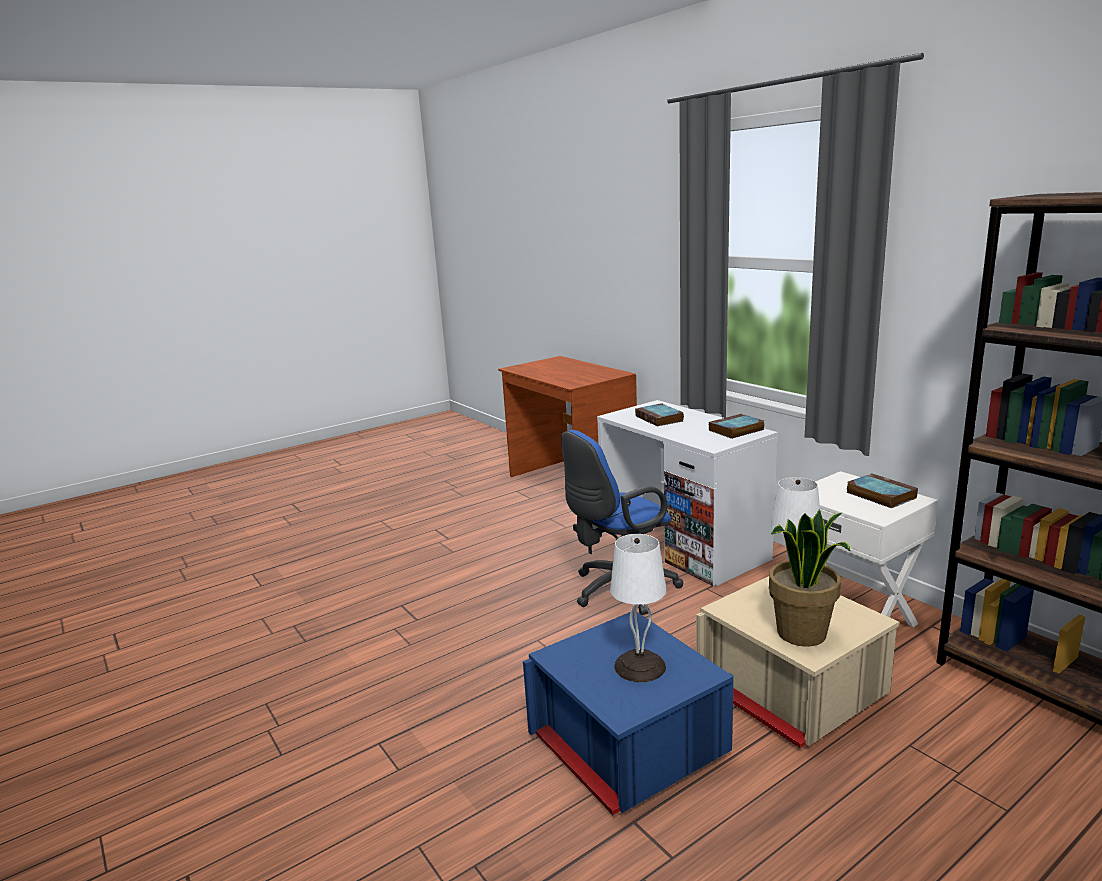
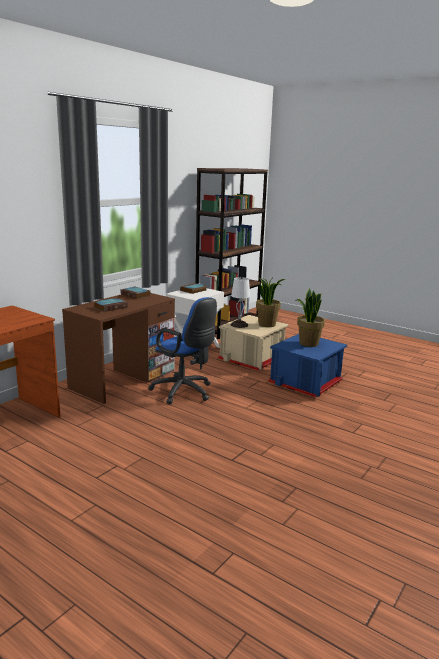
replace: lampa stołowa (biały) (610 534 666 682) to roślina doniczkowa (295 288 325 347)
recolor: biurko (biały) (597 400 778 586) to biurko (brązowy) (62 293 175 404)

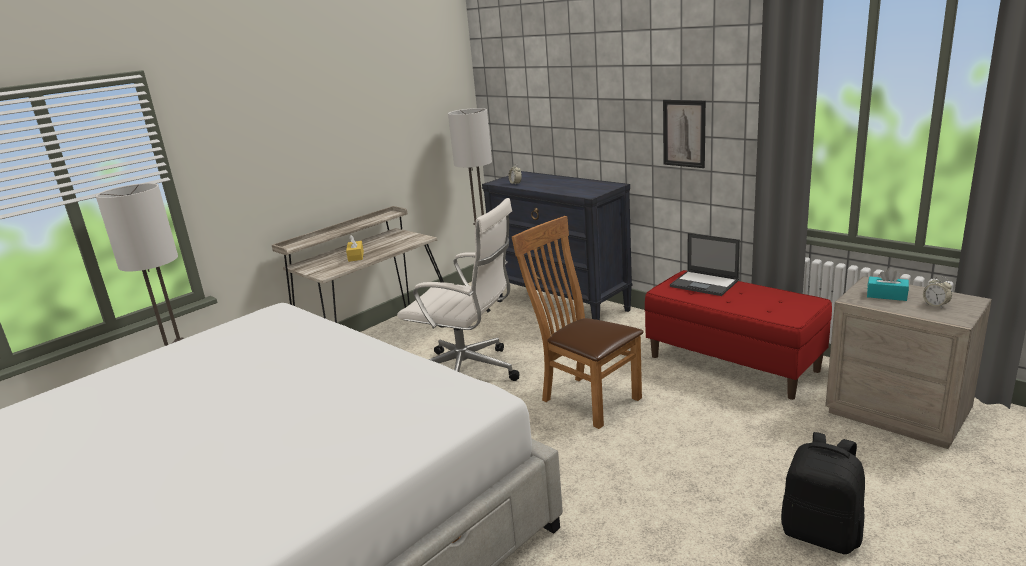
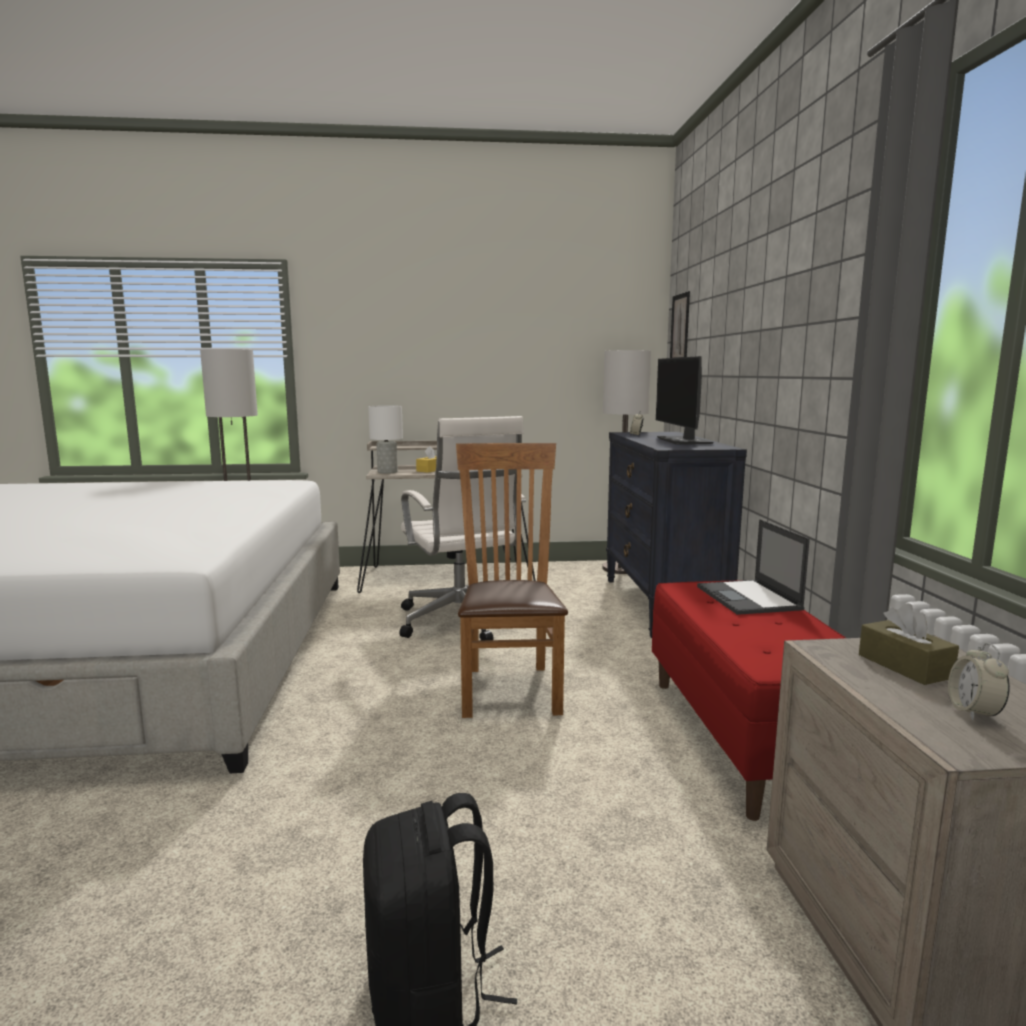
insert: lampa stołowa (biały) (368 405 403 474); monitor (656 356 713 445)
move: obraz (663 100 706 168) to (670 291 690 358)
recolor: pudełko chusteczek (turkusowy) (867 268 909 301) to pudełko chusteczek (brązowy) (859 604 959 685)

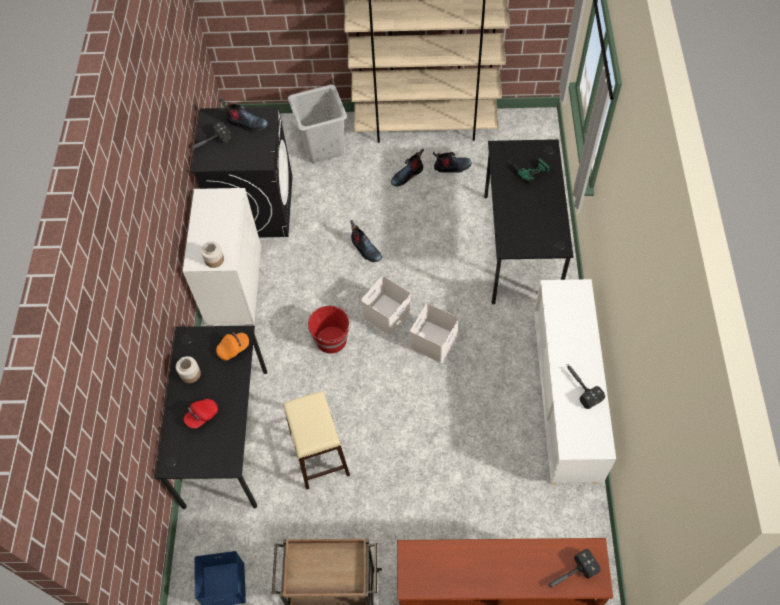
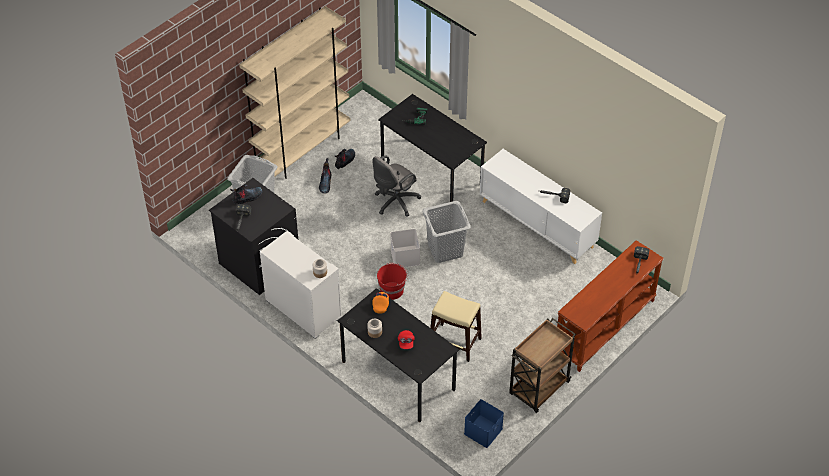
delete: but z cholewką (350 220 382 262)
insert: krzesło biurowe (szary) (372 155 421 217)
replace: pojemnik do przechowywania (biały) (410 303 459 363) to kosz na pranie (szary) (422 201 471 263)

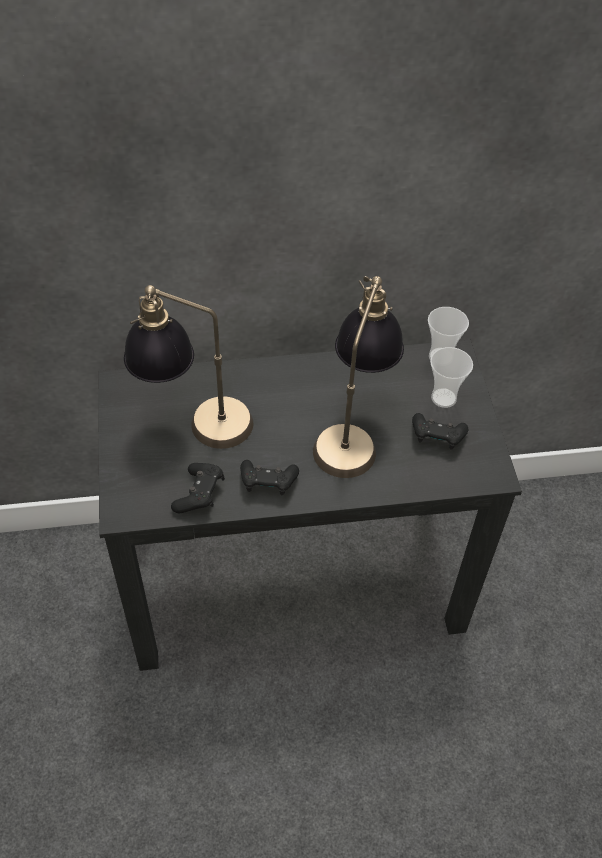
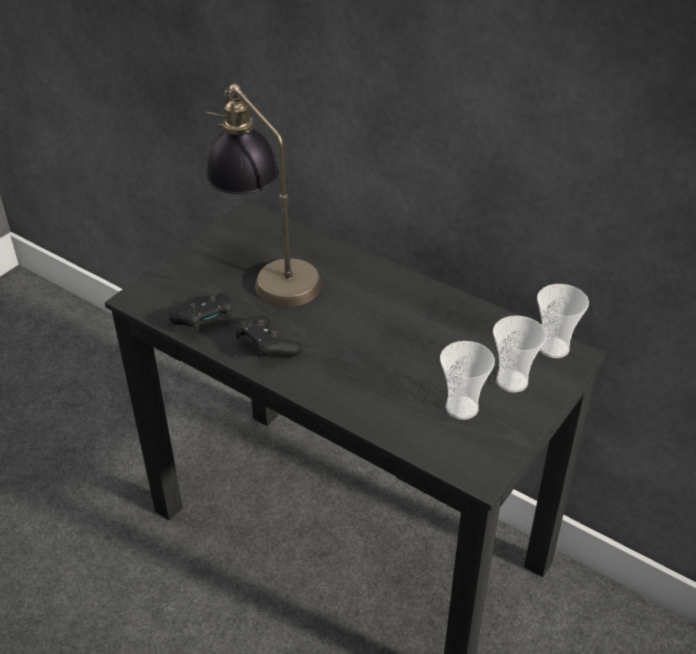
delete: lampa stołowa (313 276 404 478)
replace: pad do gier (czarny) (412 413 469 450) to filiżanka (440 341 495 420)

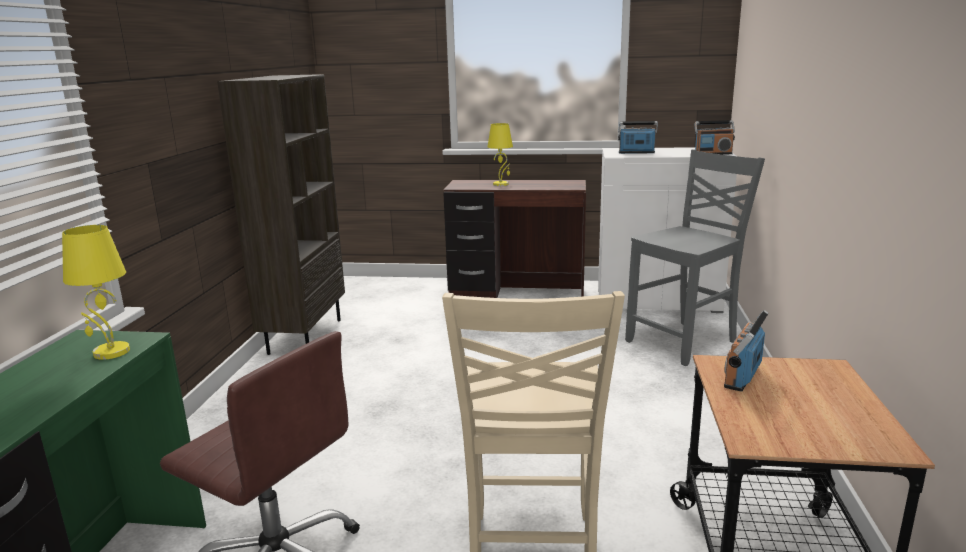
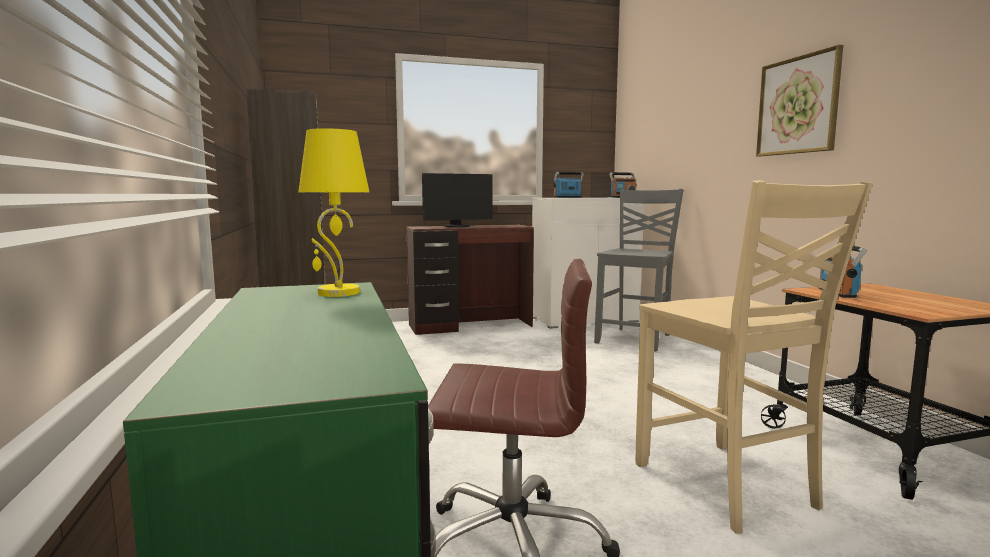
insert: obraz (756 45 843 157)
replace: lampa stołowa (żółty) (488 123 513 186) to monitor (422 173 492 227)

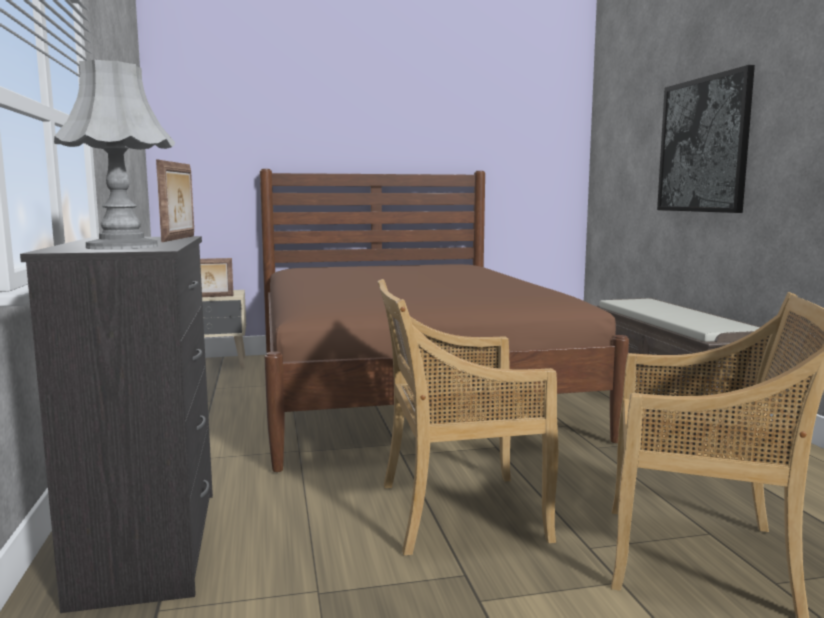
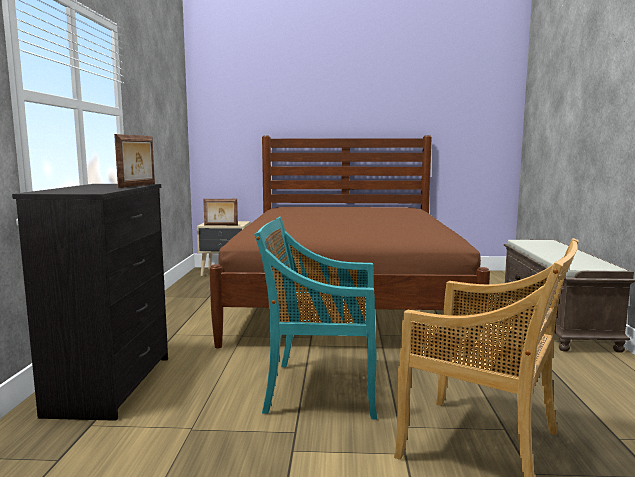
delete: lampa stołowa (szary) (54 59 175 250); obraz (657 65 755 213)
recolor: krzesło (beżowy) (377 279 558 555) to krzesło (turkusowy) (254 217 377 420)

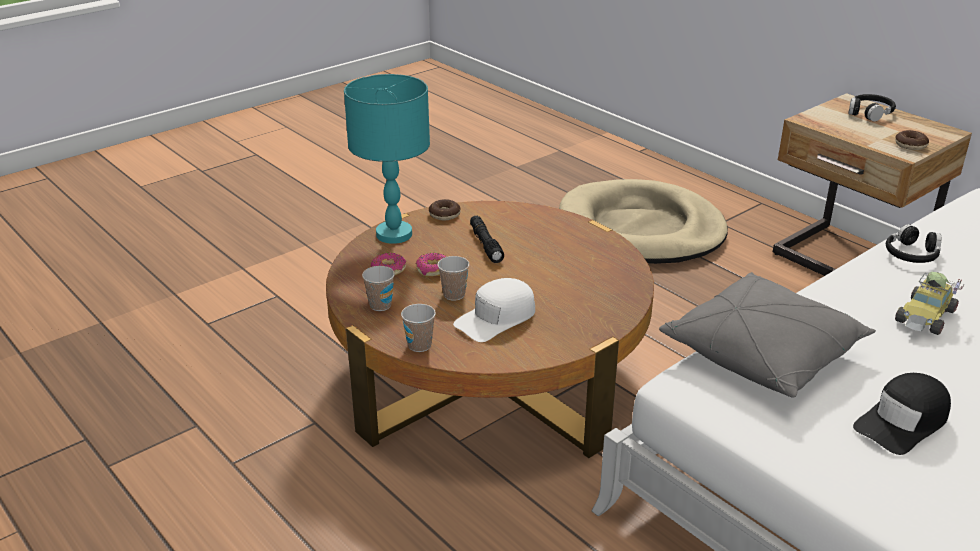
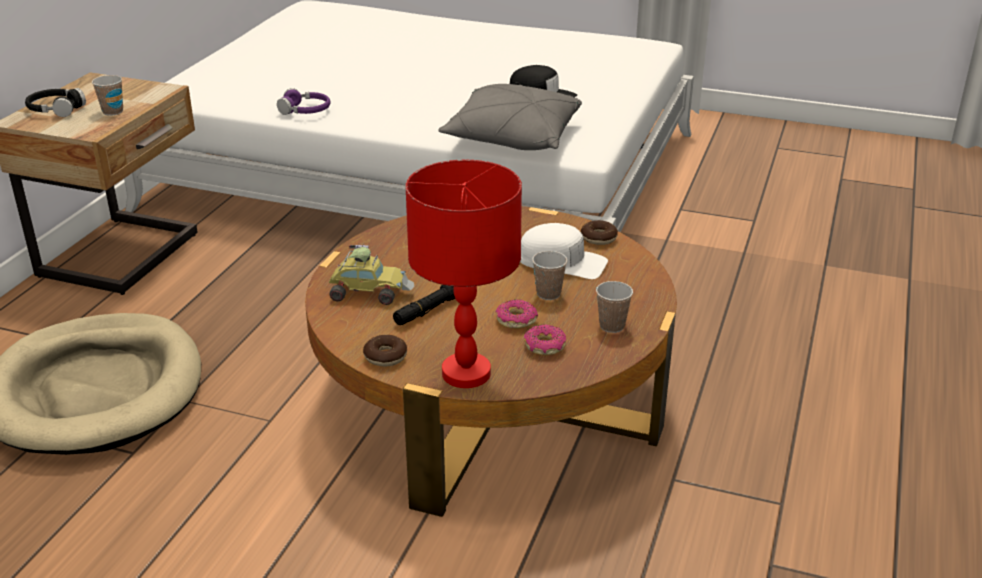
move: filiżanka (401 304 436 352) to (92 75 123 116); donut (895 130 929 150) to (581 220 618 245); samochodzik (895 272 964 335) to (329 243 414 305)
recolor: lampa stołowa (turkusowy) (344 74 430 244) to lampa stołowa (czerwony) (405 160 522 388); słuchawki (czarny) (886 224 941 263) to słuchawki (fioletowy) (277 88 330 115)

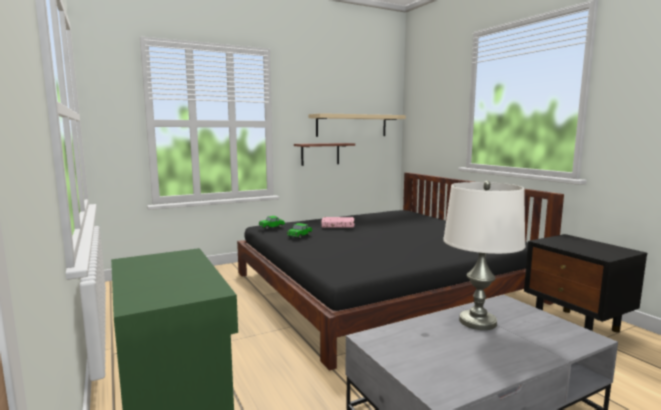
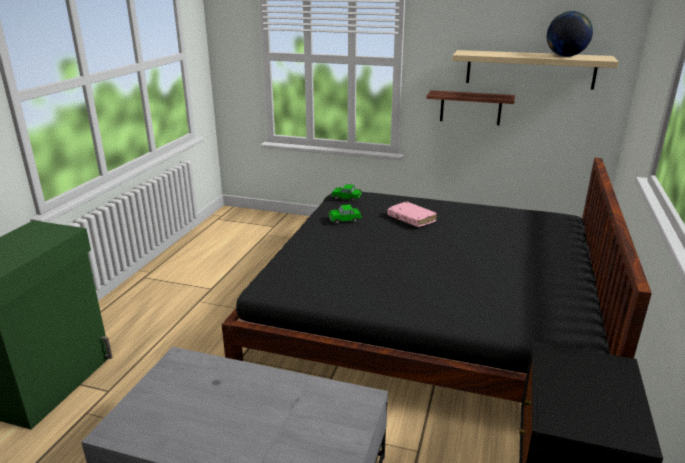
delete: lampa stołowa (biały) (443 181 525 330)
insert: globus (547 11 593 57)

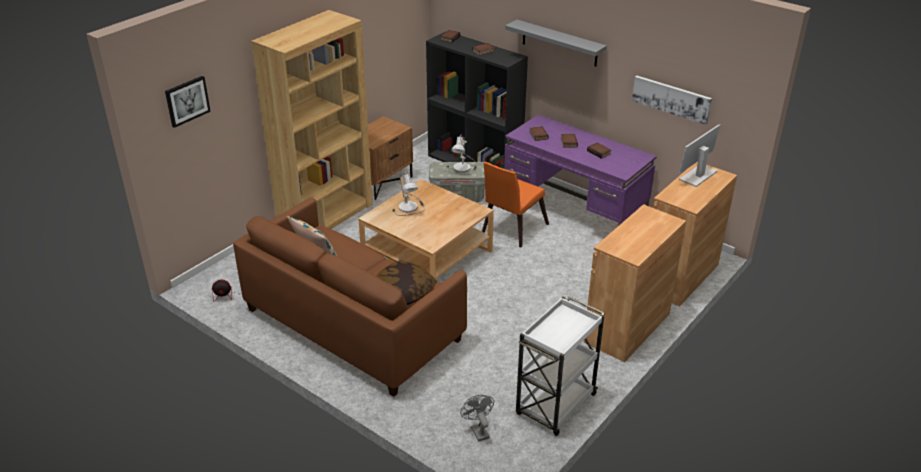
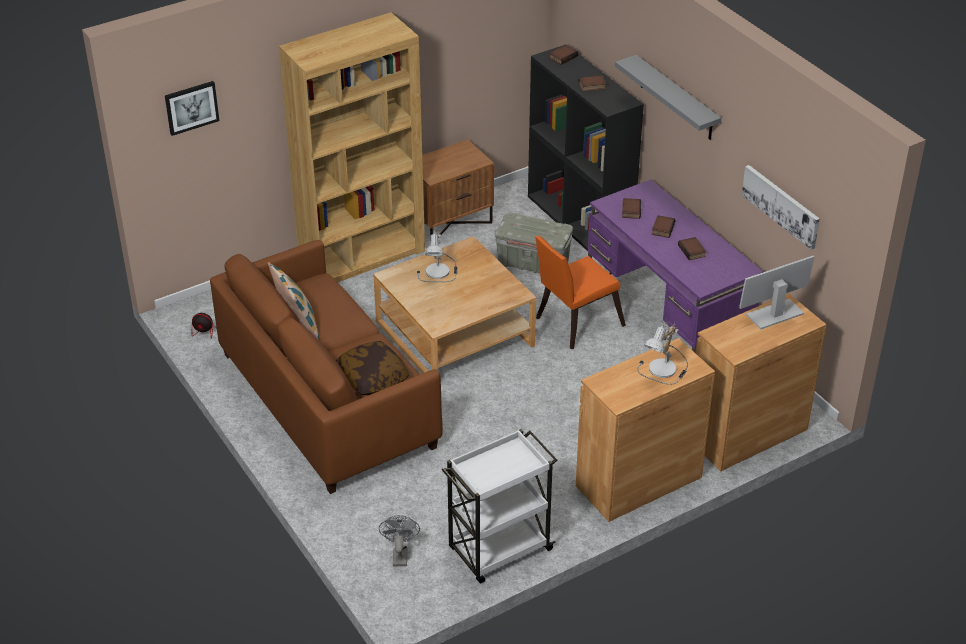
move: lampa stołowa (447 135 477 175) to (637 322 688 385)

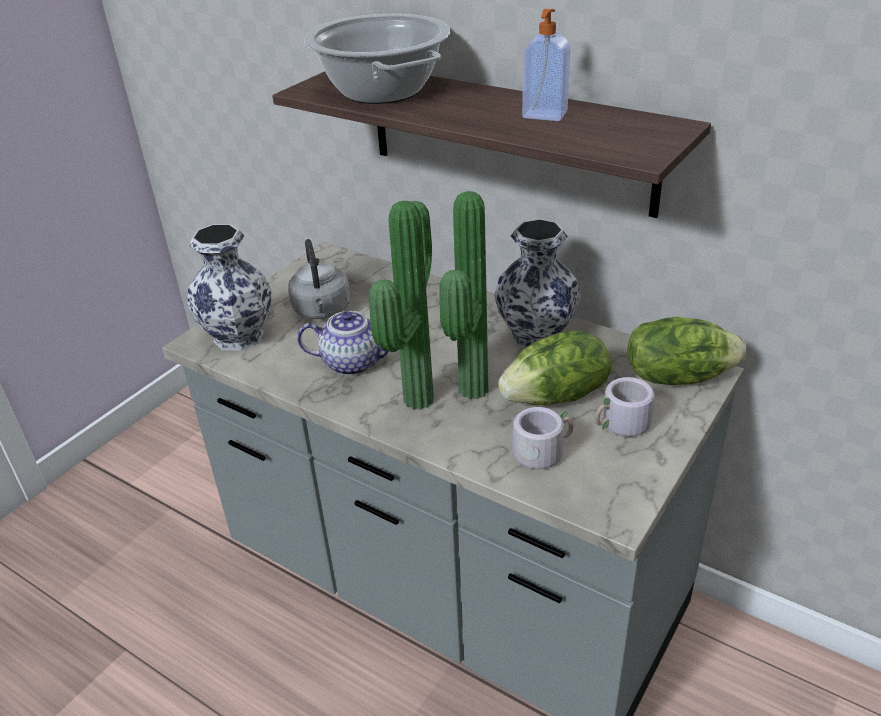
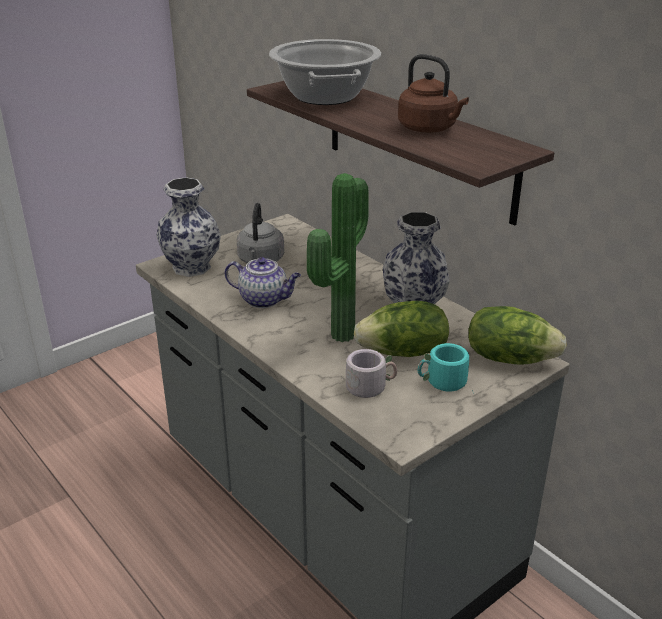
delete: roślina doniczkowa (369 201 434 410)
replace: dozownik mydła (522 9 570 121) to czajnik (brązowy) (398 54 469 133)
recolor: kubek (szary) (595 377 662 437) to kubek (turkusowy) (418 343 475 395)

